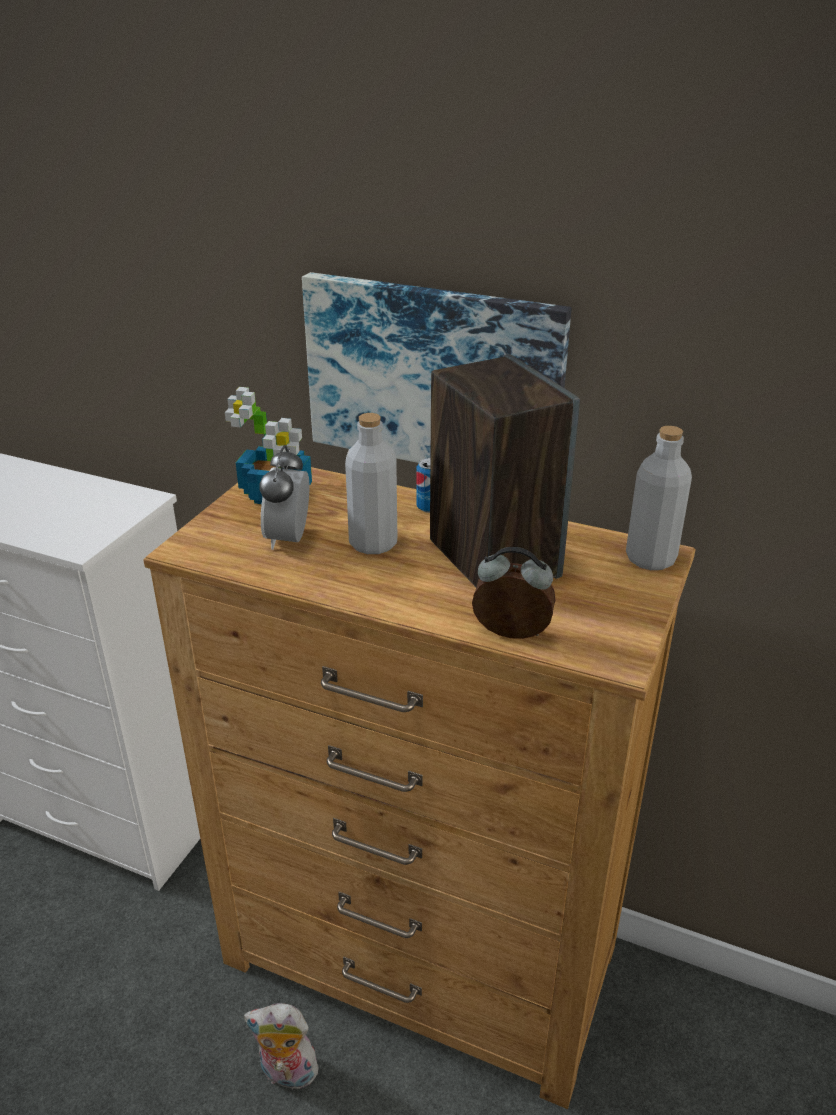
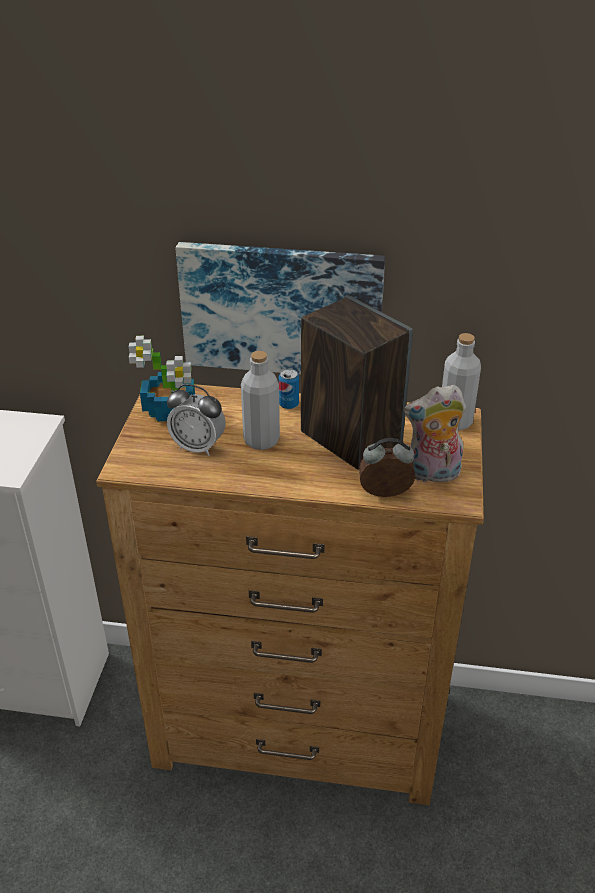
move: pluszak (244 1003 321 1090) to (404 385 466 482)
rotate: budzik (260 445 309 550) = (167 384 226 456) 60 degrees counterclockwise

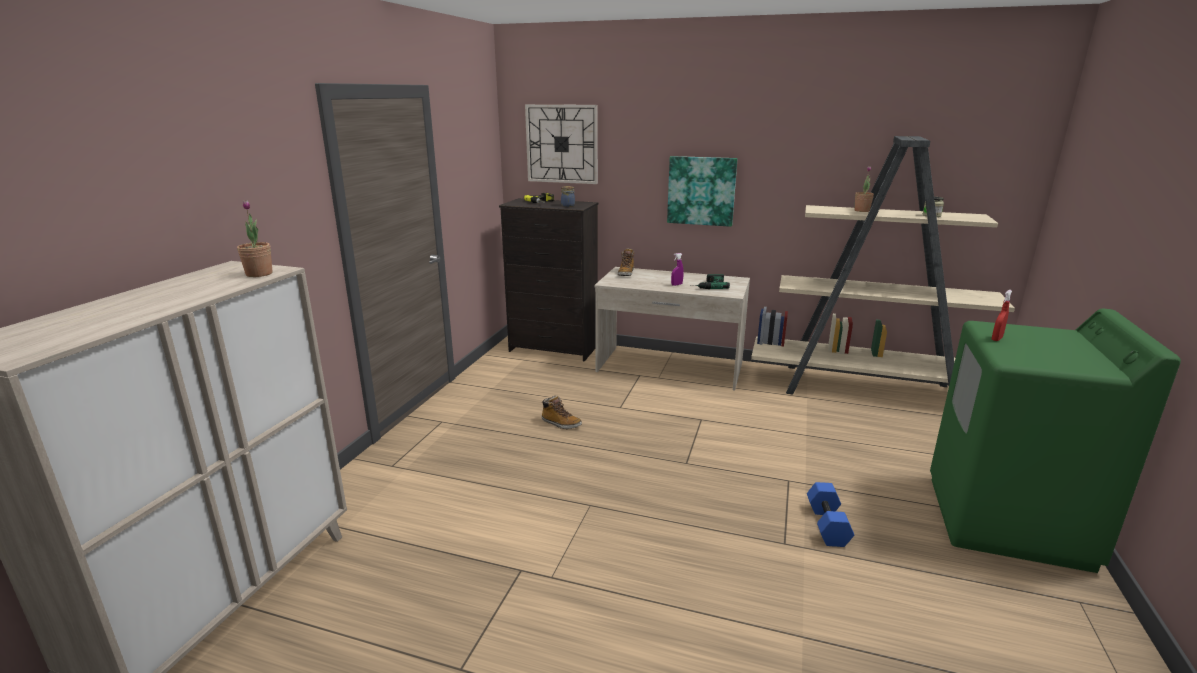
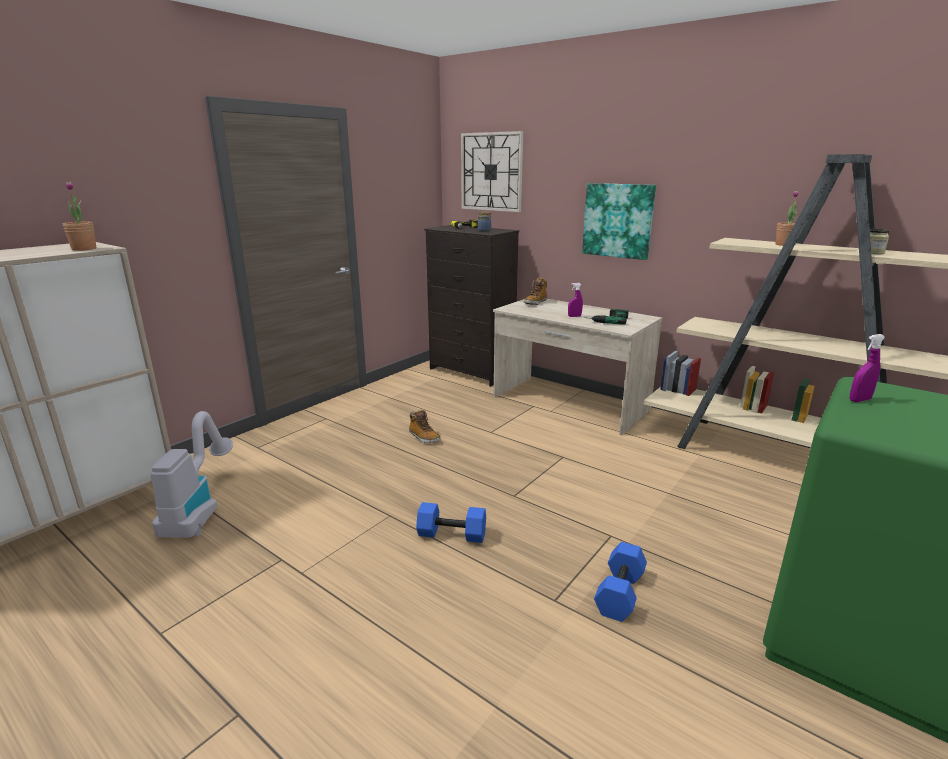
insert: odkurzacz (151 411 233 538); hantel (niebieski) (416 502 486 543)
recolor: spryskiwacz (czerwony) (992 290 1012 341) to spryskiwacz (fioletowy) (850 334 885 402)

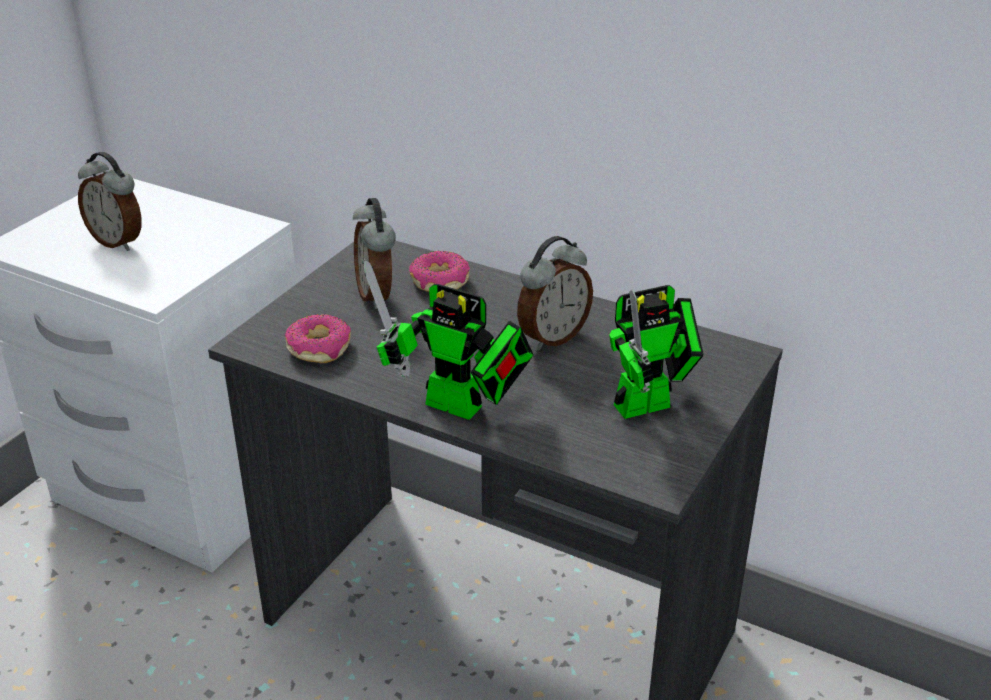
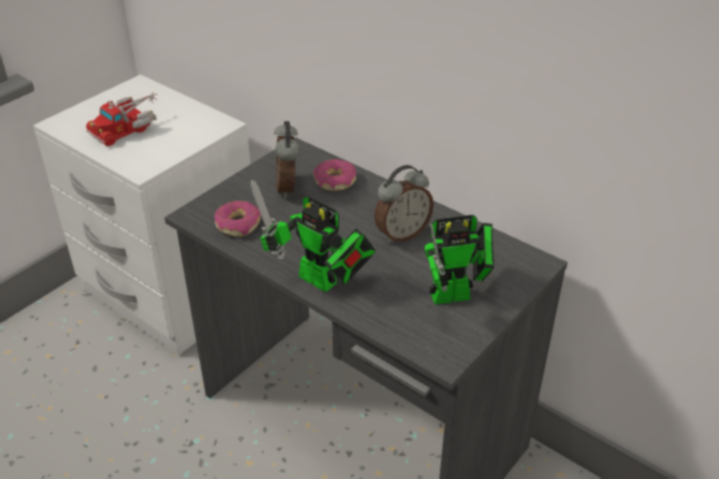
replace: budzik (78 152 142 251) to ciężarówka zabawkowa (86 92 157 146)

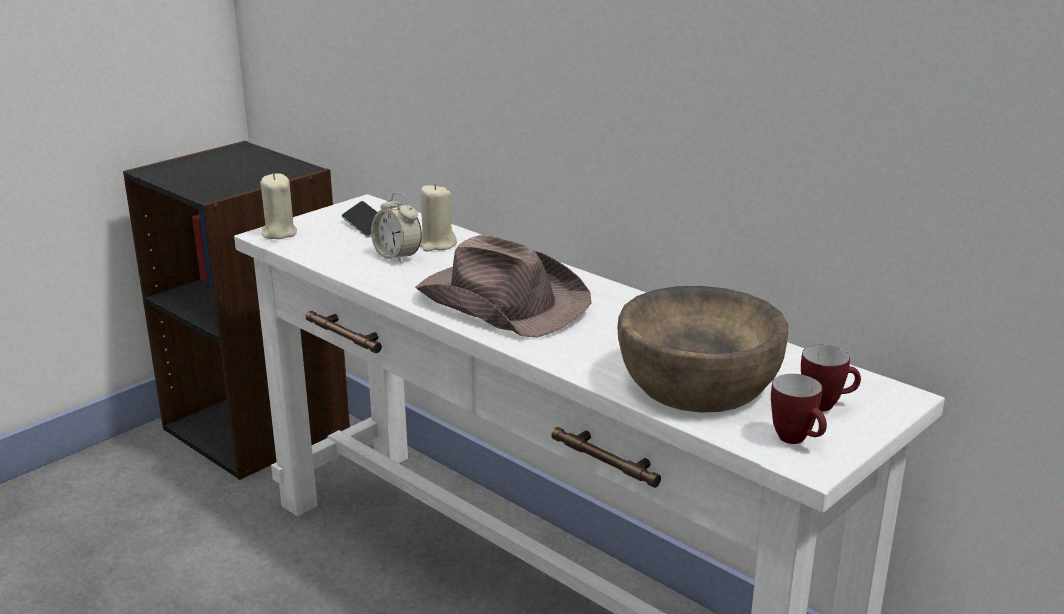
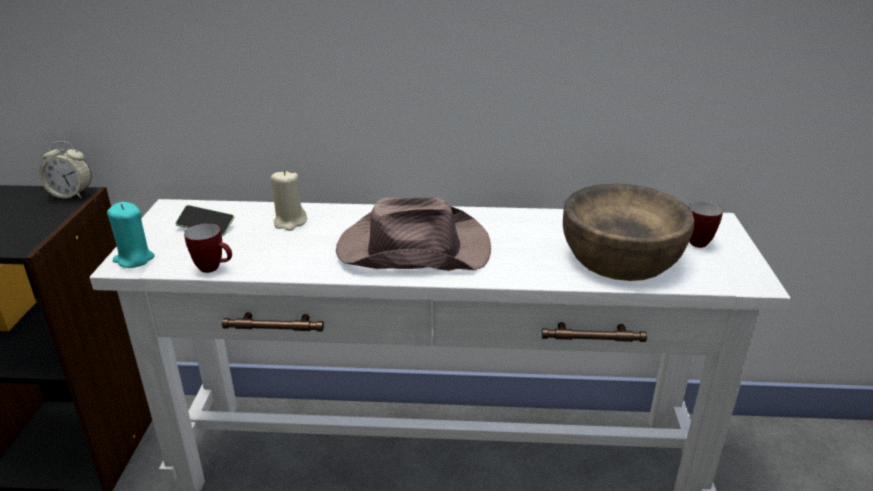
move: budzik (371 193 422 264) to (39 141 92 199); kubek (771 374 827 444) to (184 223 232 273)
recolor: świeca (beżowy) (260 173 297 239) to świeca (turkusowy) (107 202 155 268)

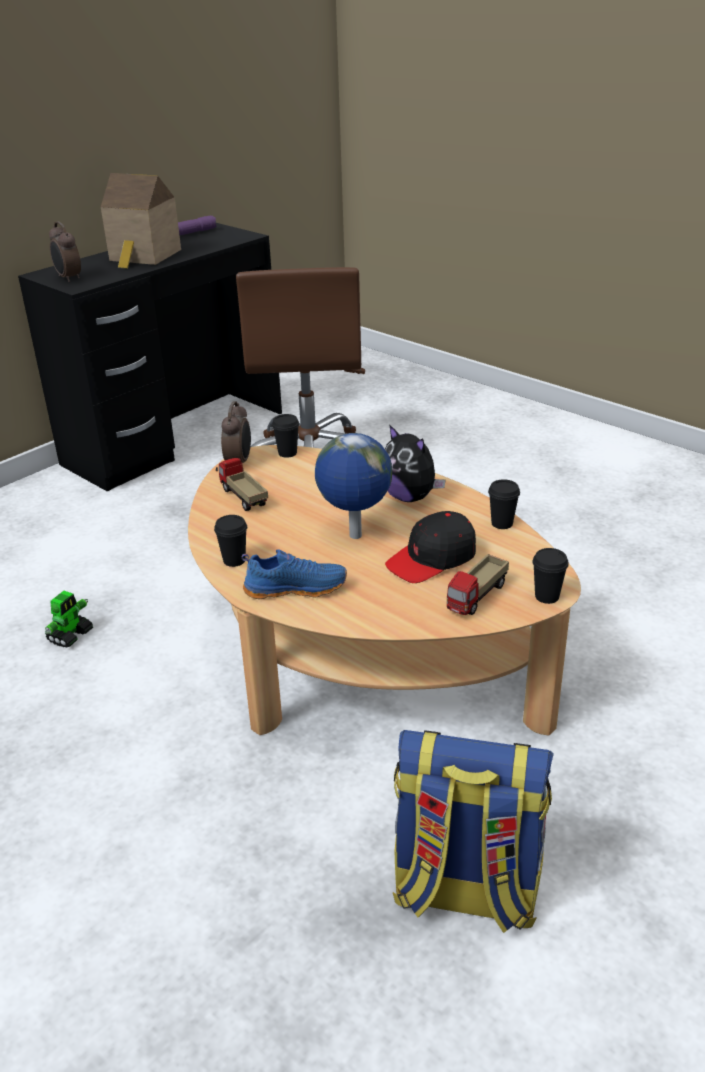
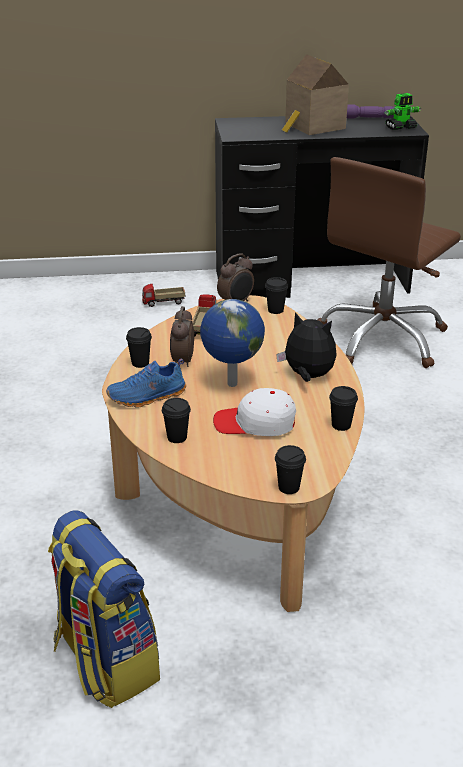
insert: filiżanka (czarny) (162 398 191 443)
move: robot zabawkowy (45 591 93 648) to (385 93 421 130); budzik (49 221 81 282) to (170 306 194 367); ciężarówka zabawkowa (447 554 509 615) to (142 284 185 307)
recolor: czapka z daszkiem (czarny) (385 511 476 583) to czapka z daszkiem (biały) (213 388 296 436)
rotate: but (niebieski) (242 549 347 599) = (106 359 186 407) 120 degrees clockwise; pluszak (385 424 446 502) = (276 312 337 382) 120 degrees clockwise

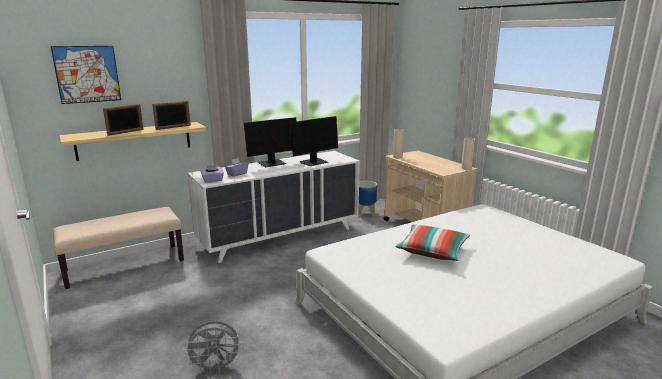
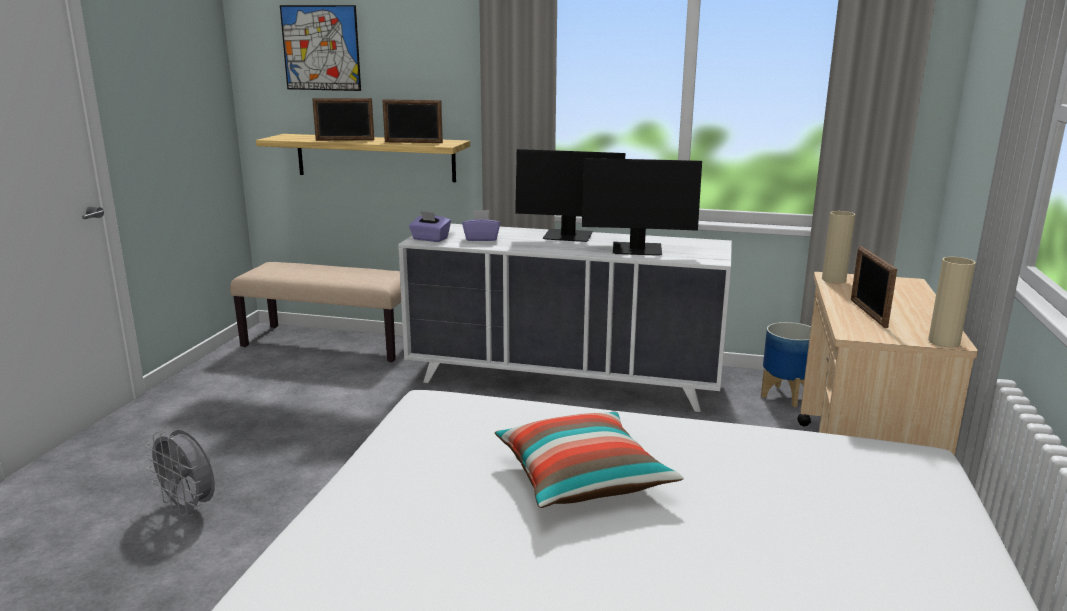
insert: ramka na zdjęcie (851 246 897 328)

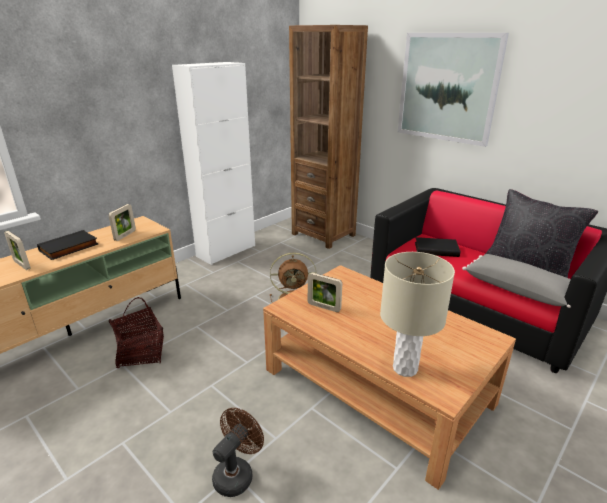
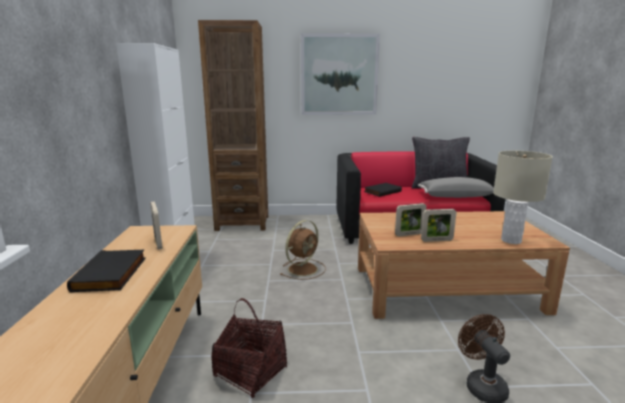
move: ramka na zdjęcie (4 231 31 270) to (421 209 456 242)

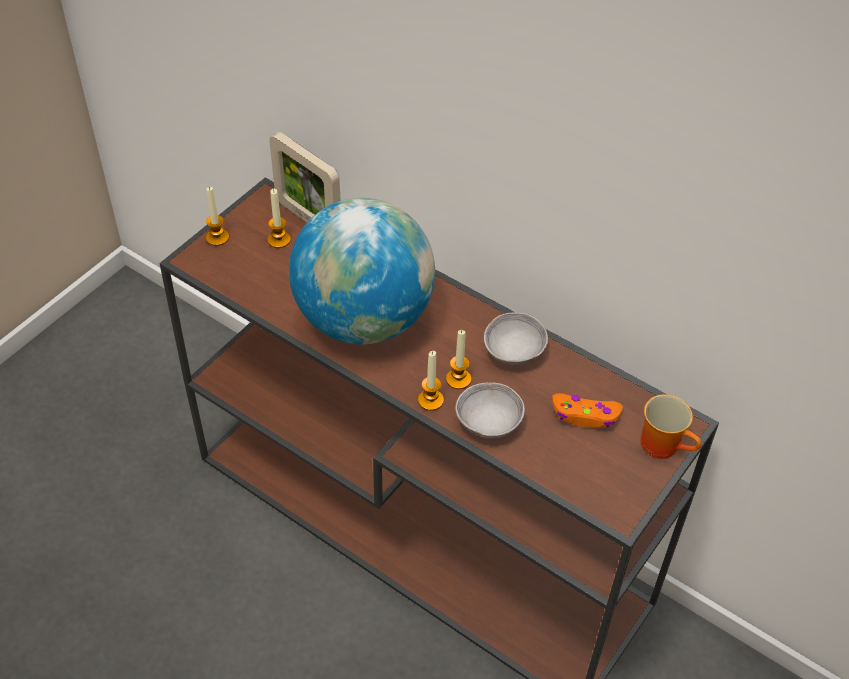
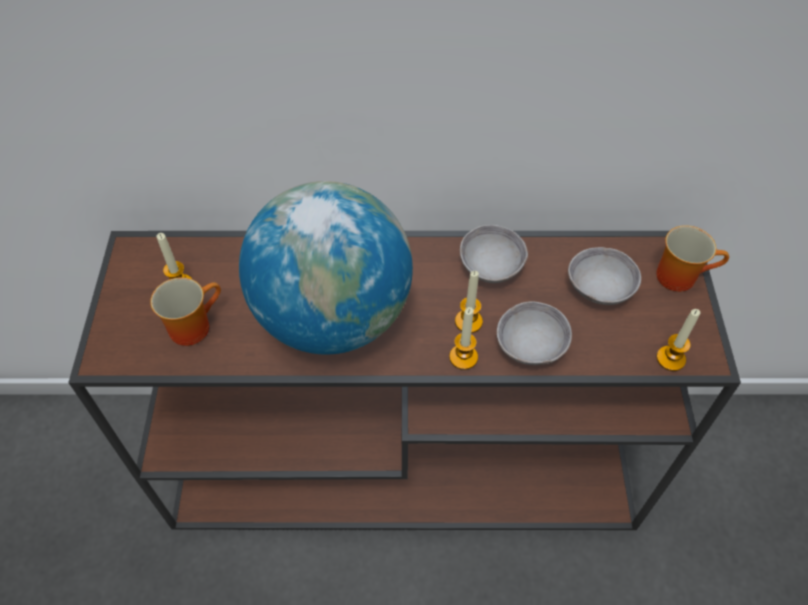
delete: ramka na zdjęcie (269 132 341 222)
insert: kubek (150 277 221 346)
move: świeca (206 187 229 246) to (656 309 700 371)
replace: pad do gier (pomarańczowy) (552 393 623 428) to miska (szary) (568 247 641 305)

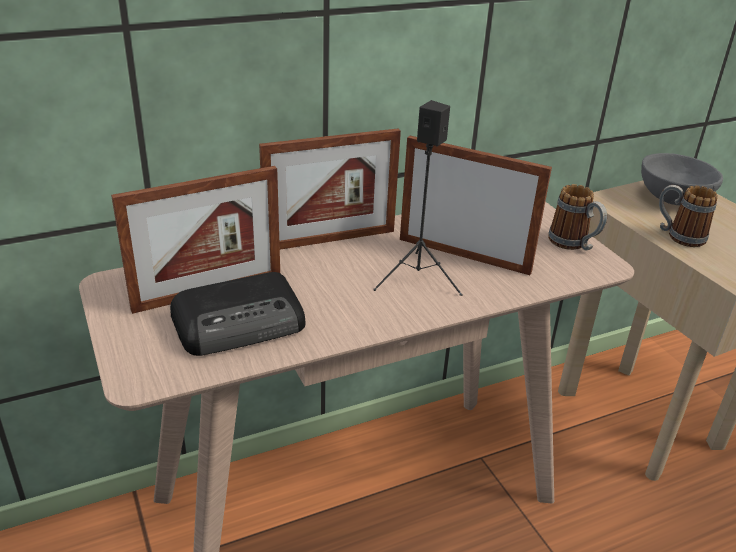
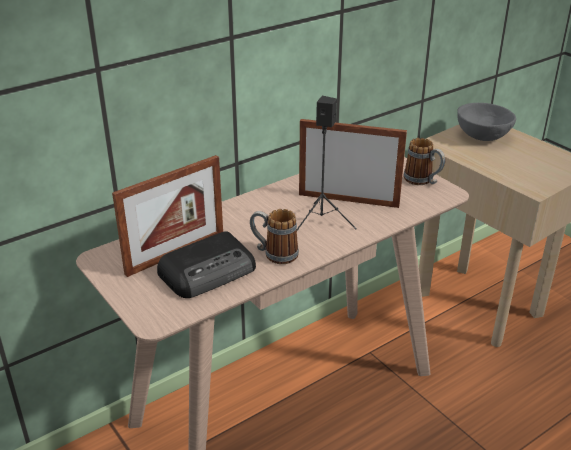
delete: ramka na zdjęcie (259 129 401 250)
move: kubek (659 185 718 247) to (250 209 299 264)

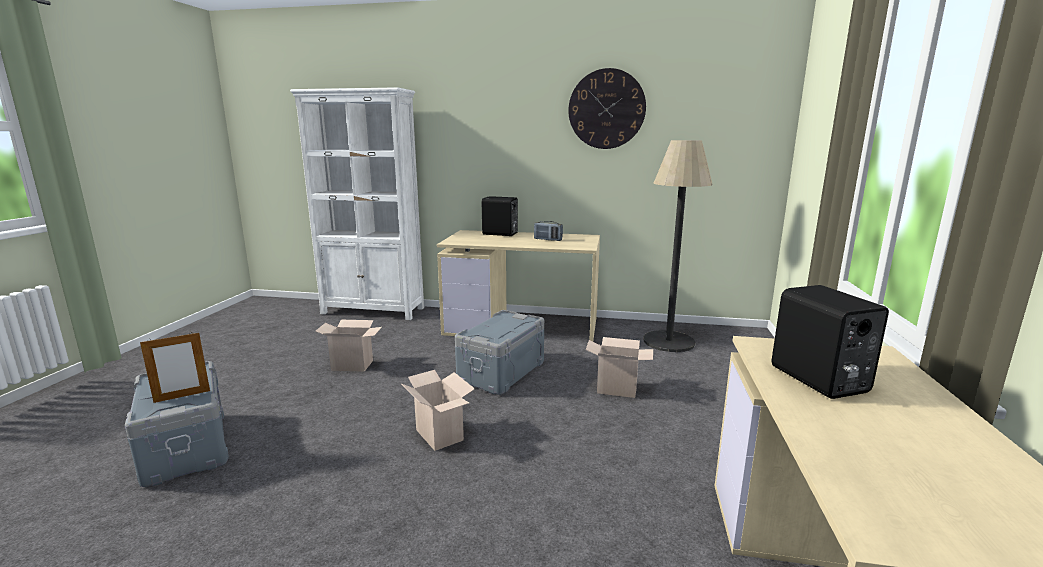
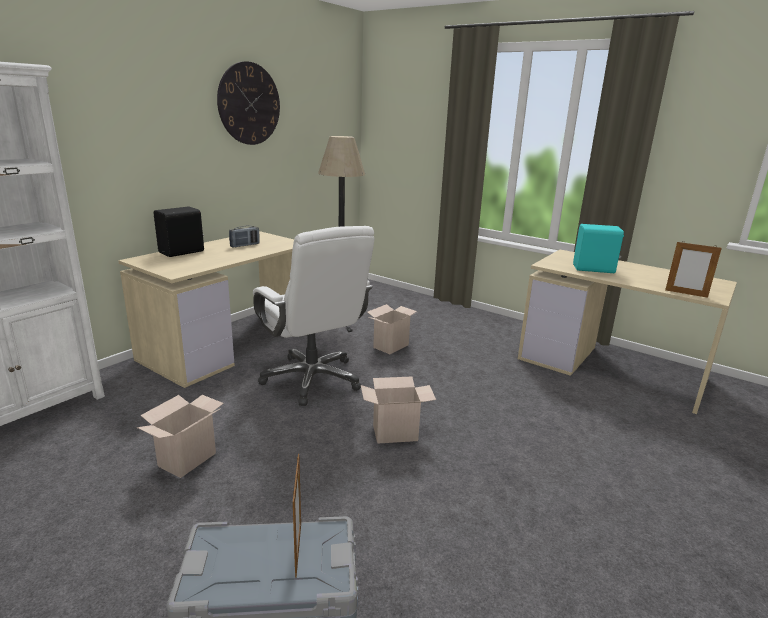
insert: ramka na zdjęcie (665 242 722 298)
replace: pojemnik do przechowywania (szary) (455 310 544 395) to krzesło biurowe (biały) (253 226 375 406)
recolor: głośnik (czarny) (772 285 889 399) to głośnik (turkusowy) (573 224 624 273)

